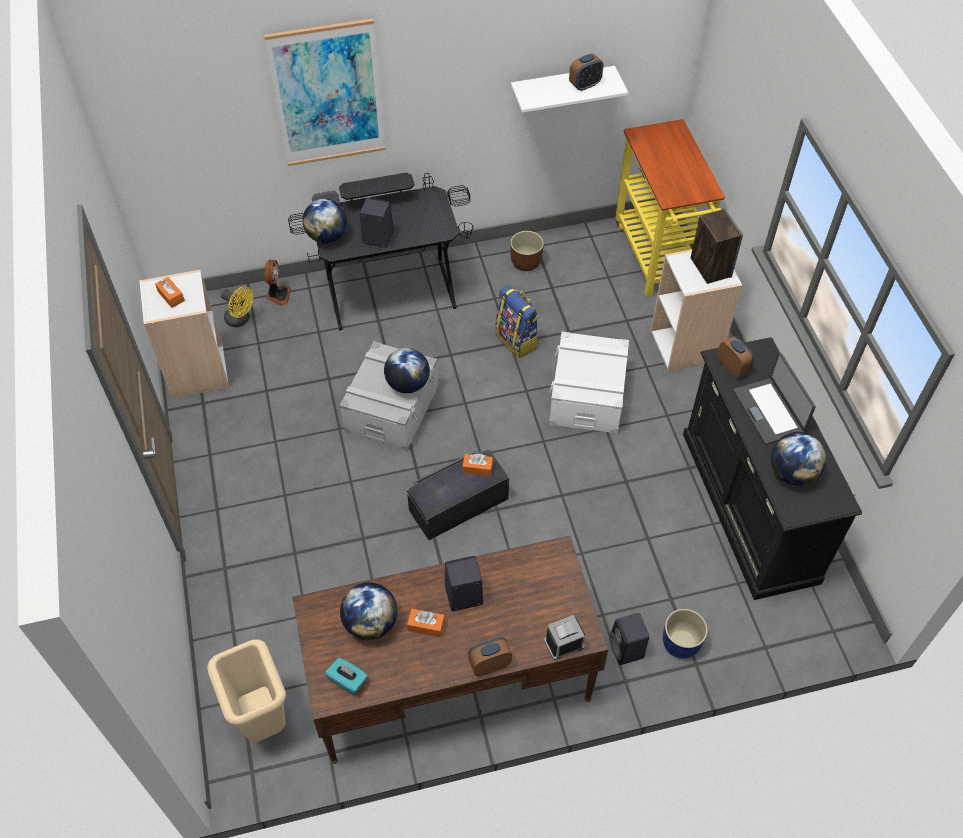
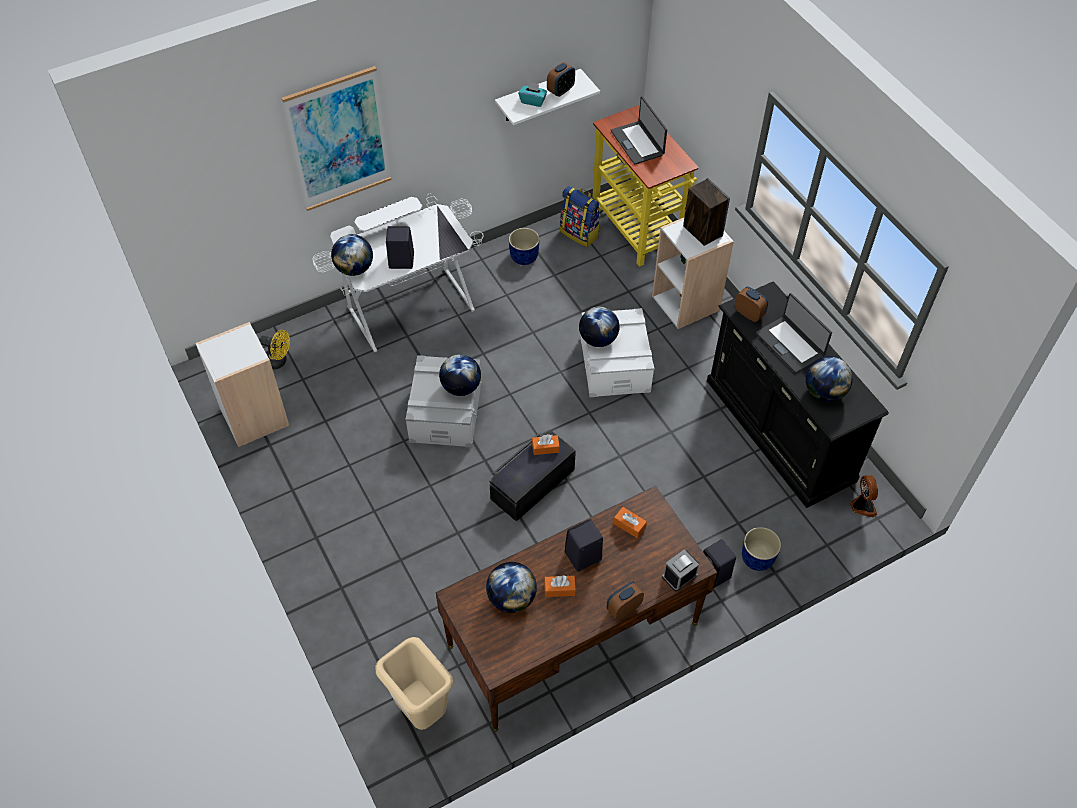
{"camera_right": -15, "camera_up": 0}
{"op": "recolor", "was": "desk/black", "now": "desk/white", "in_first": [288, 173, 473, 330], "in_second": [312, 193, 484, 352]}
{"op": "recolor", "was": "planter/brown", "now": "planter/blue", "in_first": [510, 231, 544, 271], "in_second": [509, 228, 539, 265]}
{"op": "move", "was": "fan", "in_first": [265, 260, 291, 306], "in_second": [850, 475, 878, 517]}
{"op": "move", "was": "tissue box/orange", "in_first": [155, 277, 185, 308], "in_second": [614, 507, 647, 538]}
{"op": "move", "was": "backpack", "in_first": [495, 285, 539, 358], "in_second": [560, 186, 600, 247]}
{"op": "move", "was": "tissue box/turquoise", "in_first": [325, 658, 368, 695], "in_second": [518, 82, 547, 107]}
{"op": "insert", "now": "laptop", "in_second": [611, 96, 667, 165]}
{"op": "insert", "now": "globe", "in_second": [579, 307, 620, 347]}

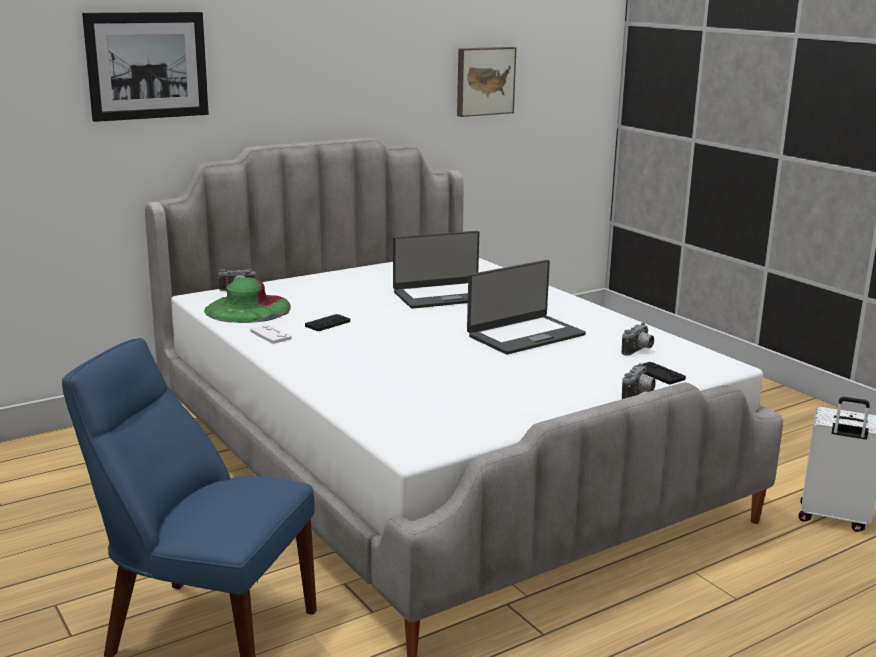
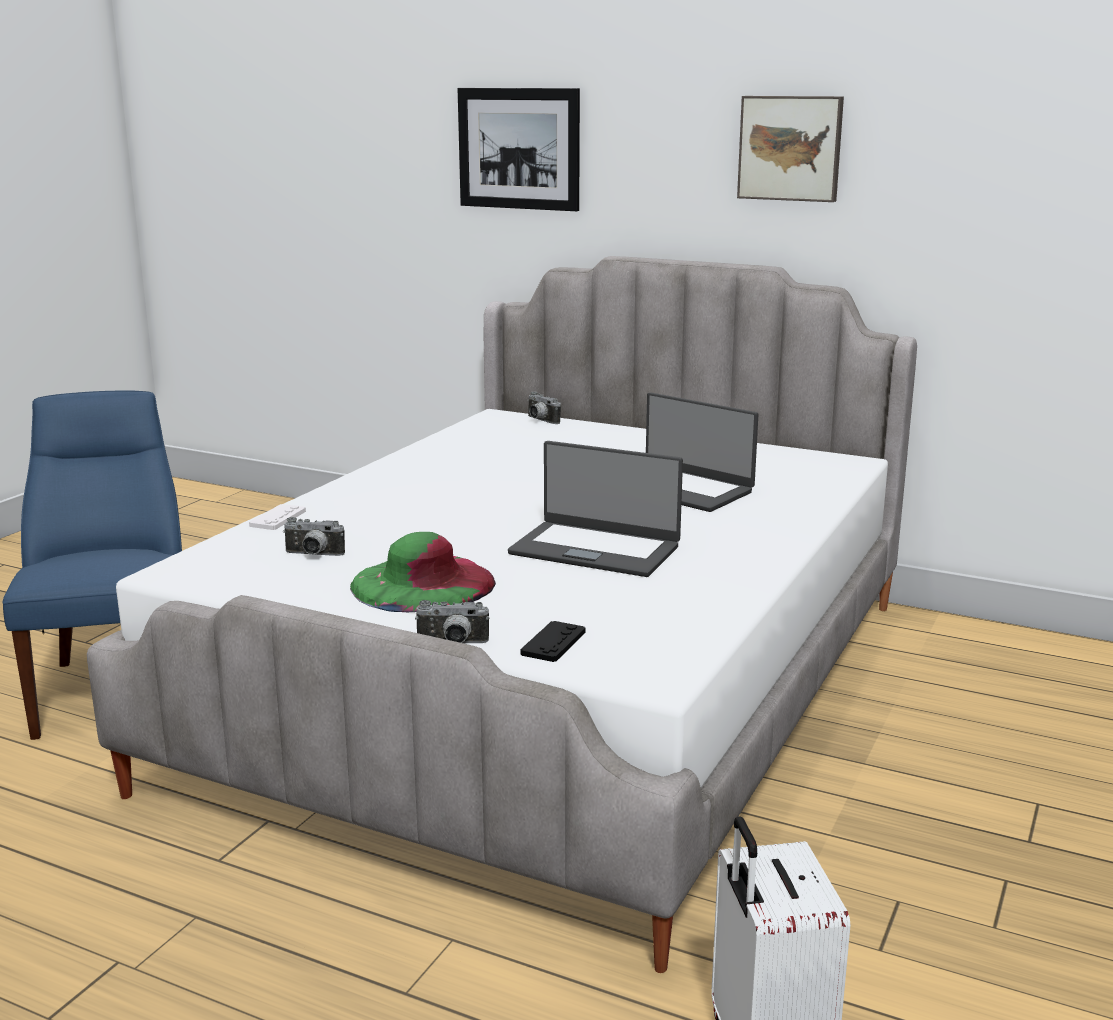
{"camera_right": 60, "camera_up": 0}
{"op": "move", "was": "picture", "in_first": [457, 47, 517, 117], "in_second": [737, 96, 844, 202]}
{"op": "move", "was": "hat/green", "in_first": [204, 277, 291, 323], "in_second": [350, 532, 496, 612]}
{"op": "delete", "was": "game controller/black", "in_first": [305, 314, 350, 331]}
{"op": "move", "was": "photo camera", "in_first": [622, 323, 654, 356], "in_second": [283, 517, 345, 556]}
{"op": "move", "was": "game controller/white", "in_first": [250, 325, 292, 344], "in_second": [249, 504, 306, 530]}

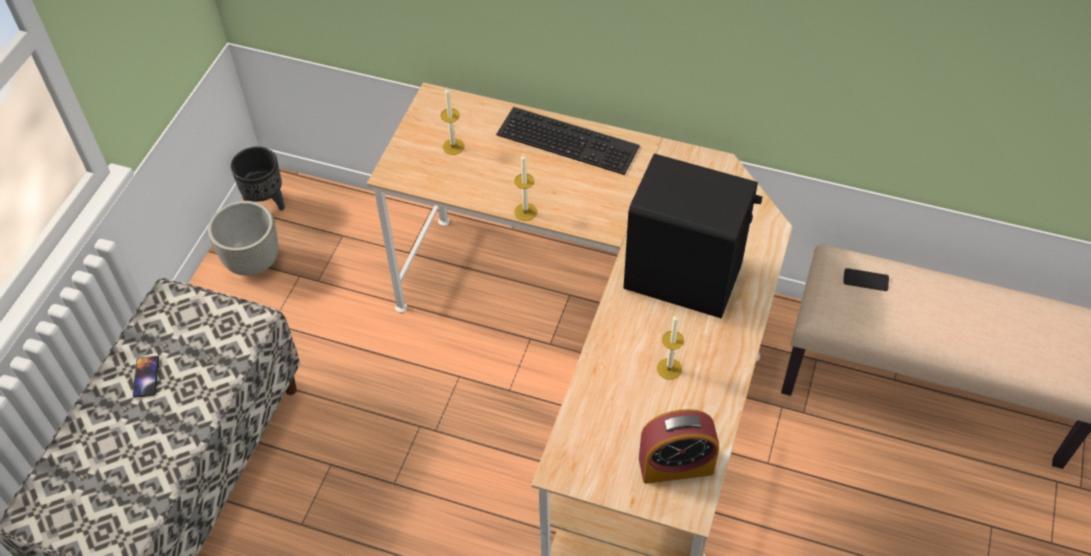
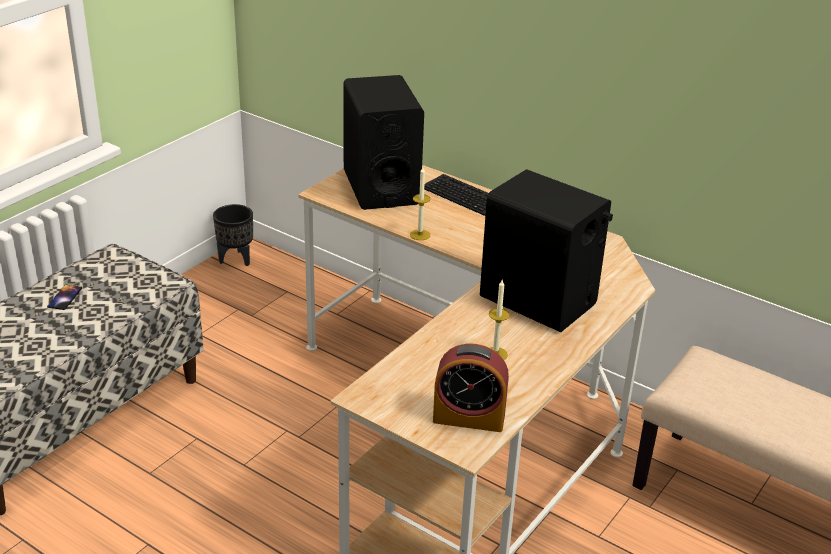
{"camera_right": 15, "camera_up": -20}
{"op": "replace", "was": "candle", "now": "speaker/black", "in_first": [441, 88, 464, 155], "in_second": [343, 75, 424, 210]}
{"op": "delete", "was": "planter/grey", "in_first": [208, 201, 278, 276]}
{"op": "delete", "was": "phone", "in_first": [843, 268, 889, 291]}

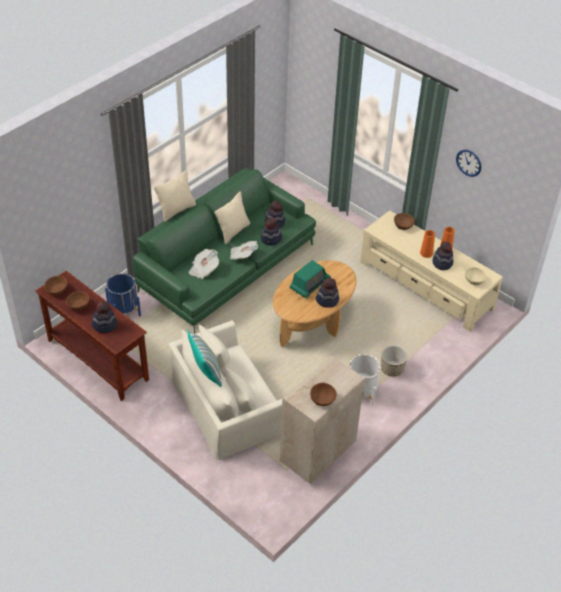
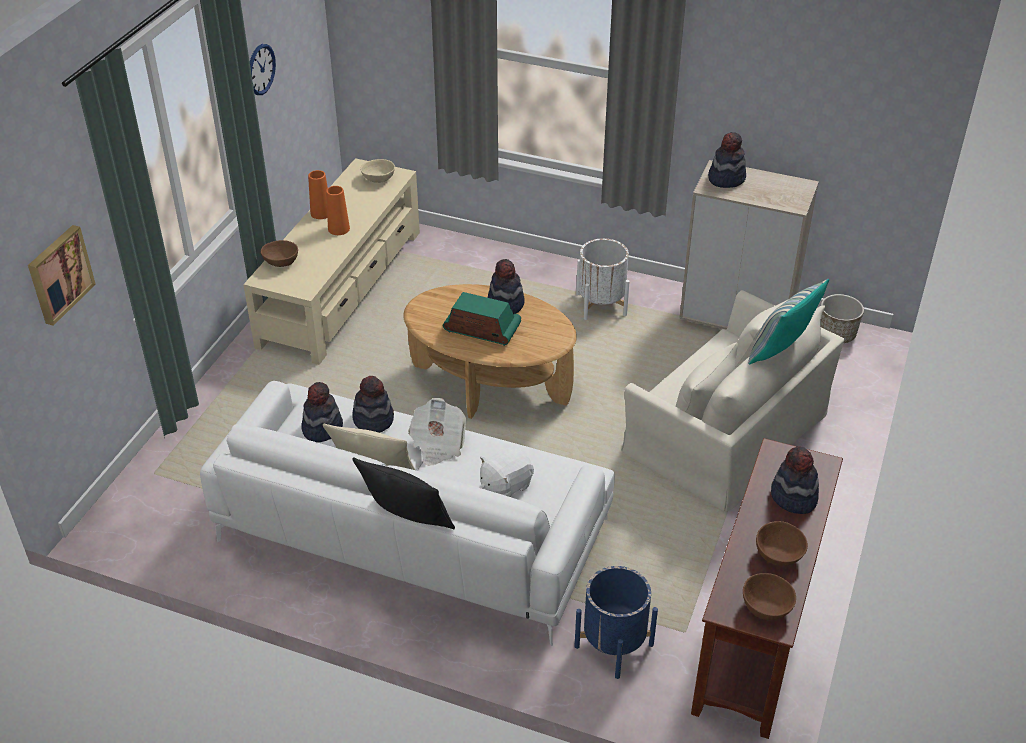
{"camera_right": -110, "camera_up": -5}
{"op": "recolor", "was": "sofa/green", "now": "sofa/white", "in_first": [133, 168, 316, 334], "in_second": [200, 381, 615, 646]}
{"op": "recolor", "was": "pillow/beige", "now": "pillow/black", "in_first": [154, 170, 196, 222], "in_second": [352, 458, 455, 529]}
{"op": "move", "was": "hat", "in_first": [432, 241, 453, 270], "in_second": [708, 132, 746, 188]}
{"op": "replace", "was": "newspaper", "now": "plush toy/white", "in_first": [189, 249, 219, 279], "in_second": [480, 447, 534, 497]}
{"op": "move", "was": "planter", "in_first": [381, 345, 407, 377], "in_second": [821, 294, 864, 343]}
{"op": "delete", "was": "bowl/brown", "in_first": [310, 383, 337, 406]}
{"op": "insert", "now": "picture", "in_second": [28, 225, 96, 326]}

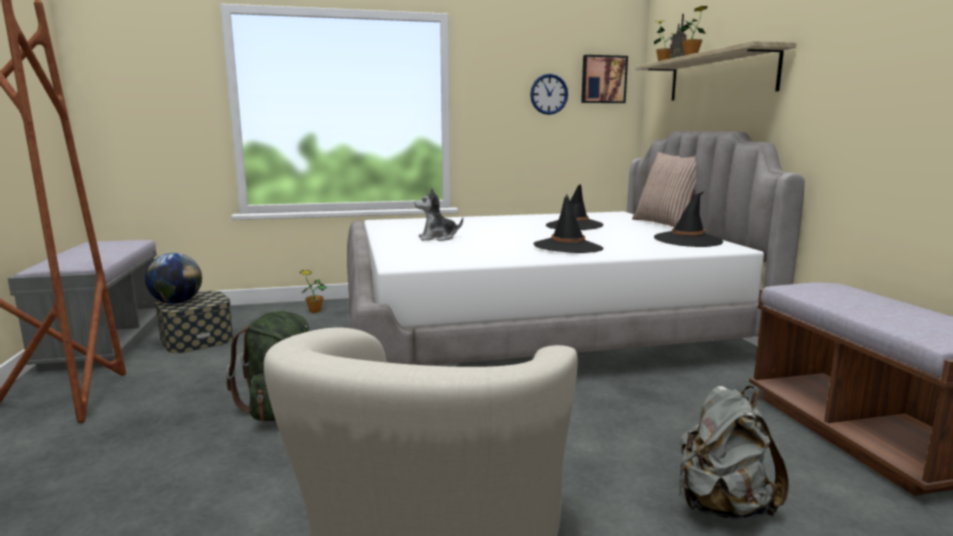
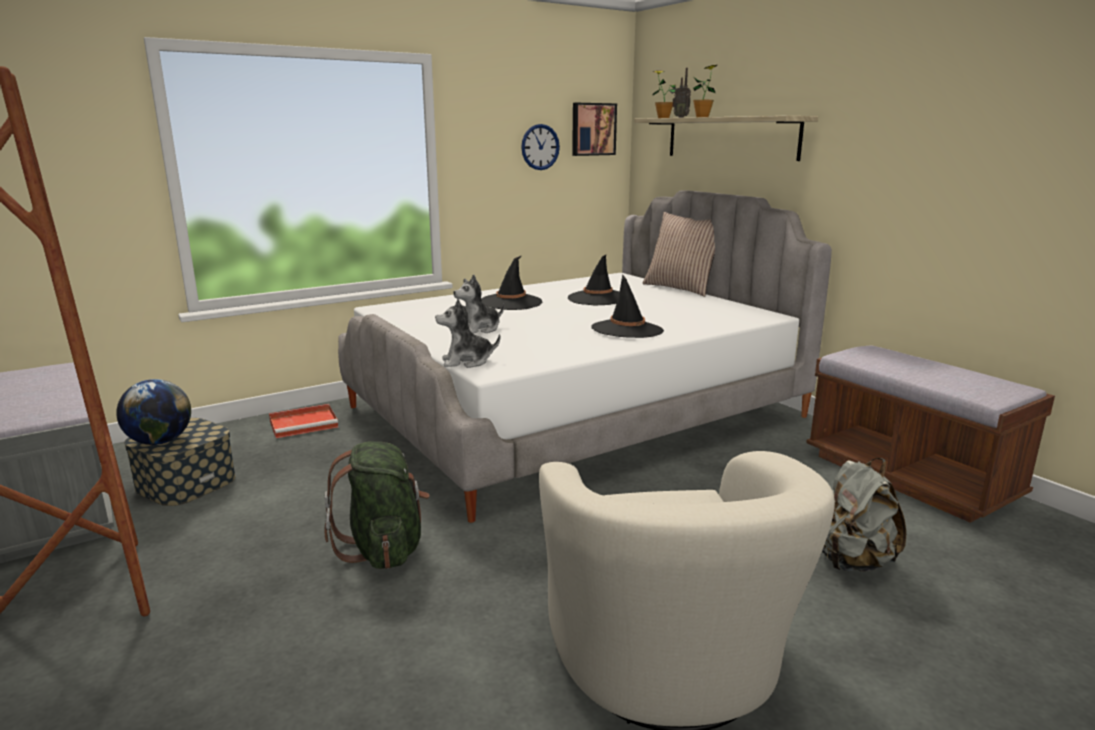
{"camera_right": -20, "camera_up": 5}
{"op": "move", "was": "hat/black", "in_first": [654, 192, 723, 247], "in_second": [482, 256, 542, 310]}
{"op": "replace", "was": "potted plant", "now": "tray/red", "in_first": [299, 270, 327, 313], "in_second": [269, 404, 338, 438]}
{"op": "insert", "now": "plush toy", "in_second": [435, 299, 500, 368]}

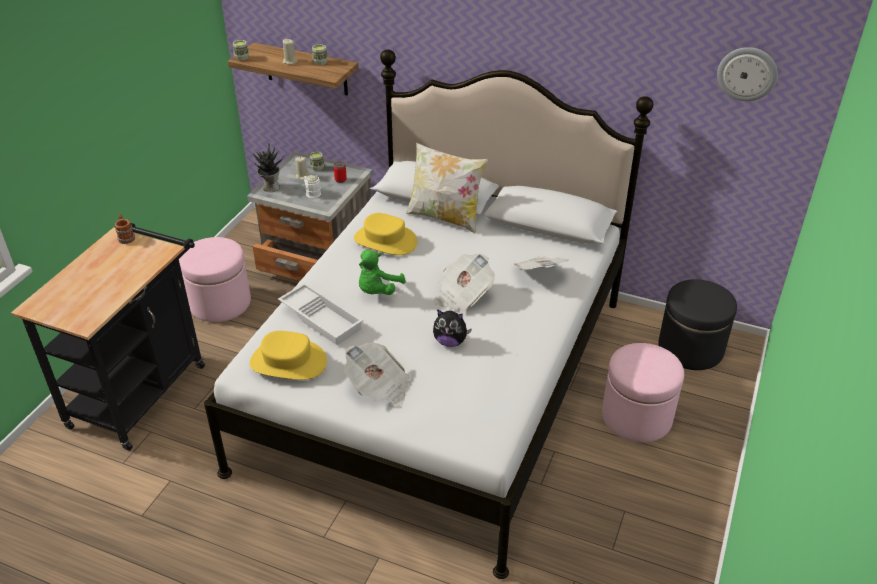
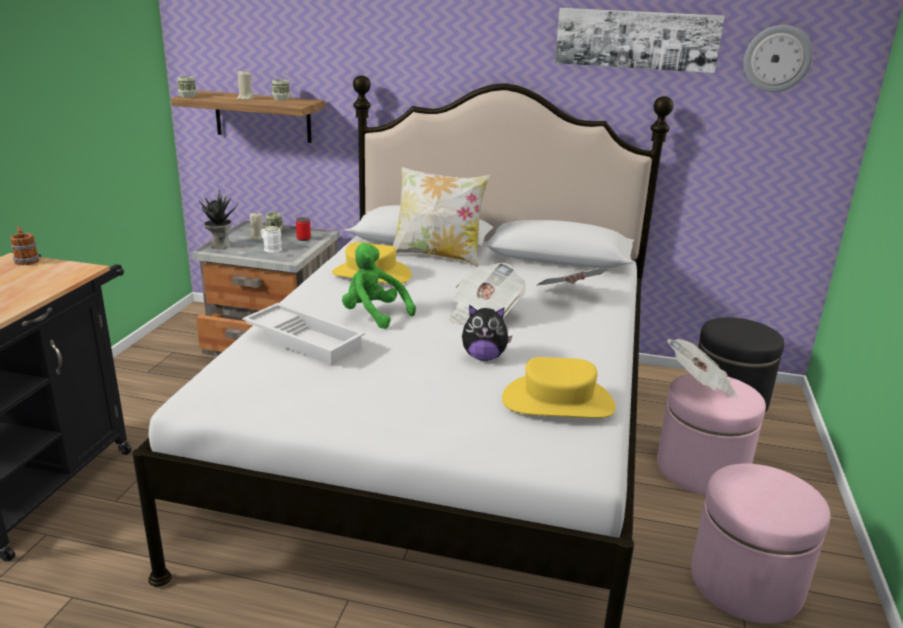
{"camera_right": -10, "camera_up": -15}
{"op": "move", "was": "ottoman/pink", "in_first": [179, 237, 251, 322], "in_second": [691, 463, 830, 624]}
{"op": "rotate", "was": "plush toy/green", "in_first": [359, 250, 406, 295], "in_second": [342, 243, 416, 329], "clockwise": 105}
{"op": "move", "was": "hat/yellow", "in_first": [250, 331, 327, 380], "in_second": [502, 357, 616, 418]}
{"op": "move", "was": "newspaper", "in_first": [344, 342, 410, 406], "in_second": [667, 339, 738, 397]}
{"op": "insert", "now": "picture", "in_second": [555, 8, 725, 73]}

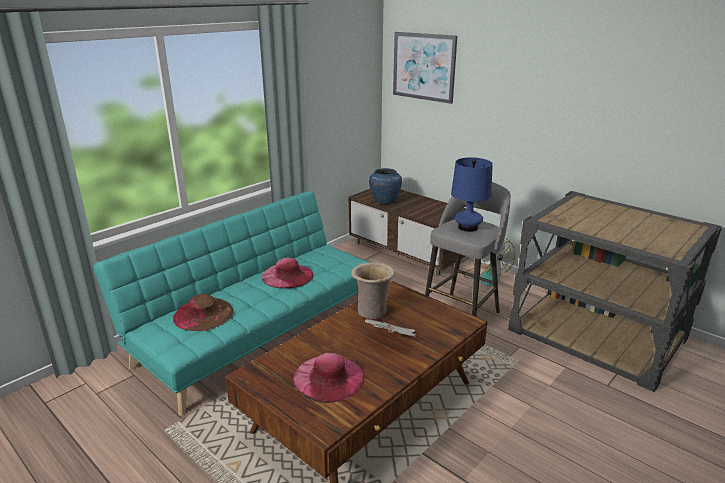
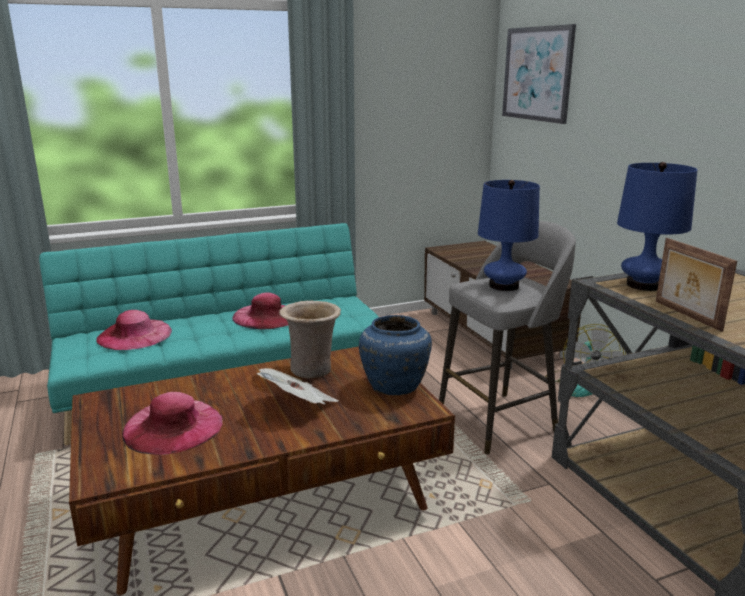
{"camera_right": 25, "camera_up": -5}
{"op": "move", "was": "vase/blue", "in_first": [369, 168, 402, 204], "in_second": [359, 315, 432, 395]}
{"op": "recolor", "was": "hat/brown", "now": "hat/pink", "in_first": [173, 294, 233, 331], "in_second": [96, 310, 172, 350]}
{"op": "insert", "now": "table lamp/blue", "in_second": [617, 162, 697, 291]}
{"op": "insert", "now": "picture frame", "in_second": [656, 238, 737, 332]}

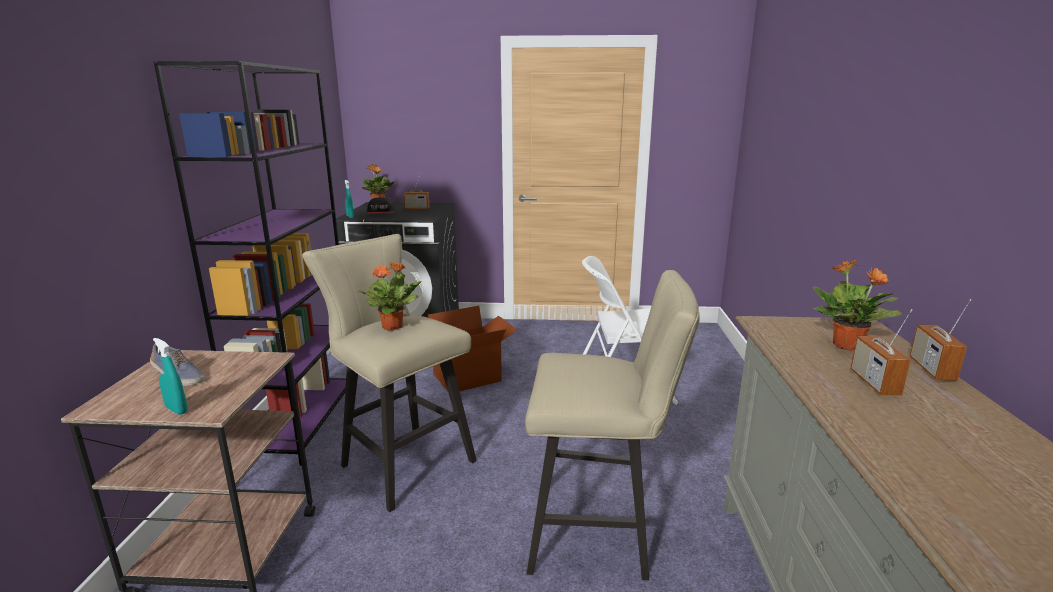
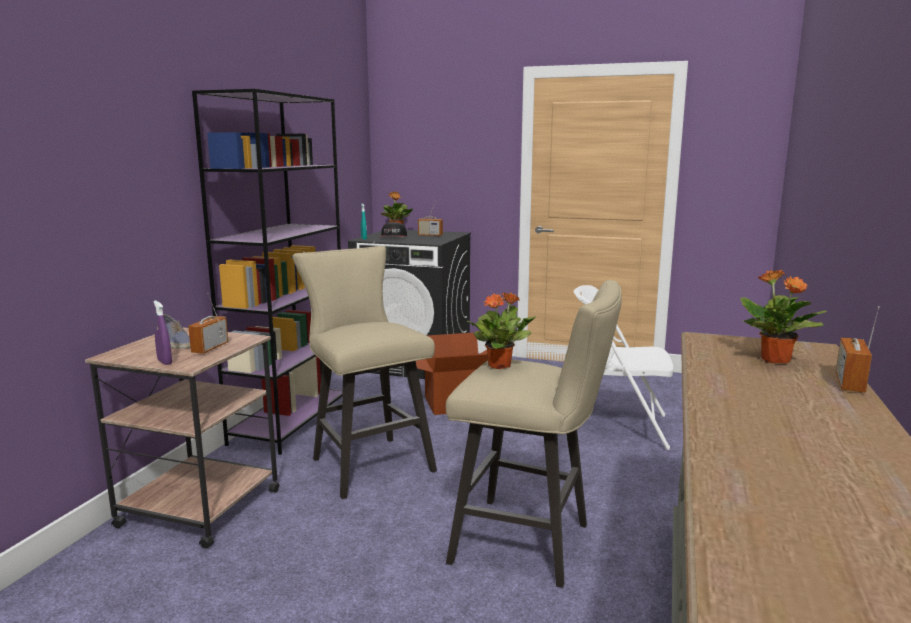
{"camera_right": 15, "camera_up": -5}
{"op": "move", "was": "potted plant", "in_first": [358, 262, 422, 331], "in_second": [467, 292, 536, 369]}
{"op": "move", "was": "radio", "in_first": [850, 309, 913, 395], "in_second": [188, 293, 228, 354]}
{"op": "recolor", "was": "spray bottle/turquoise", "now": "spray bottle/purple", "in_first": [153, 338, 187, 415], "in_second": [154, 301, 172, 365]}

